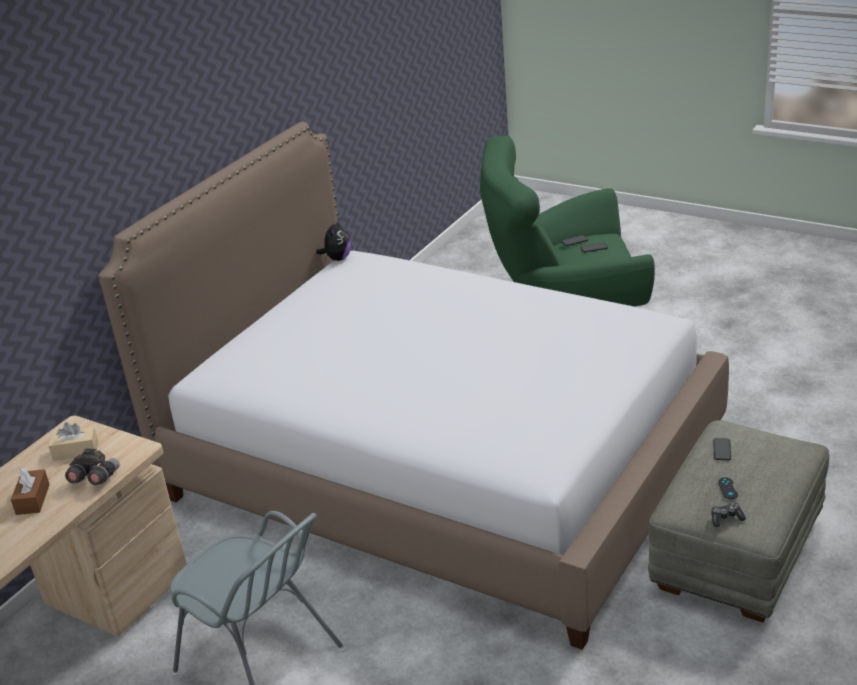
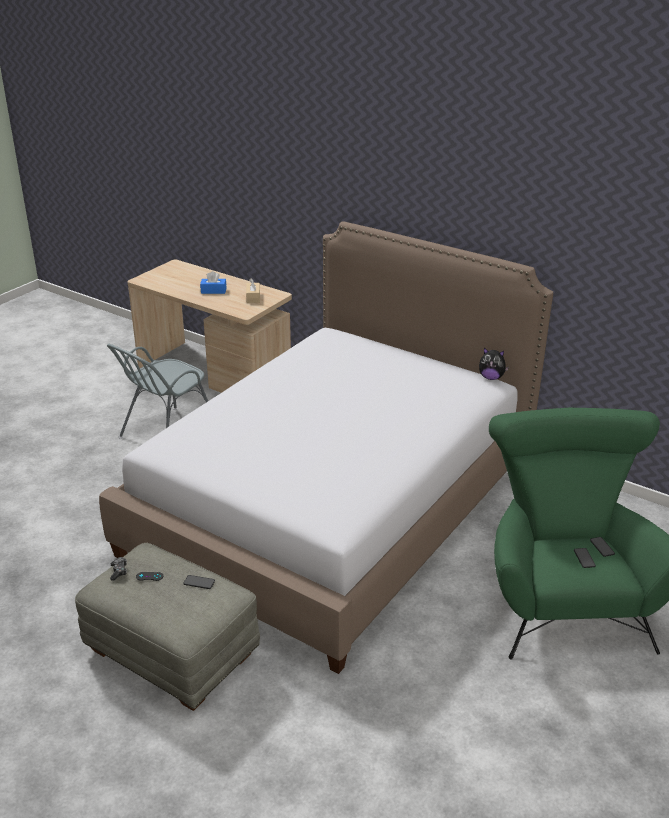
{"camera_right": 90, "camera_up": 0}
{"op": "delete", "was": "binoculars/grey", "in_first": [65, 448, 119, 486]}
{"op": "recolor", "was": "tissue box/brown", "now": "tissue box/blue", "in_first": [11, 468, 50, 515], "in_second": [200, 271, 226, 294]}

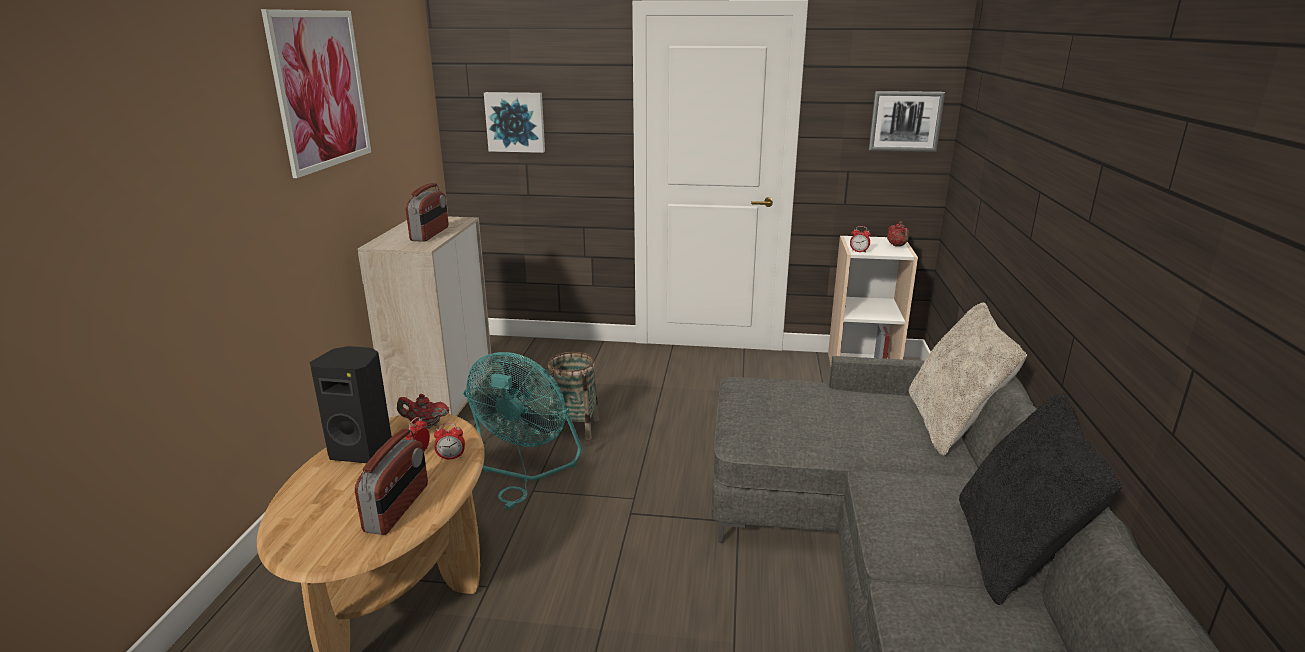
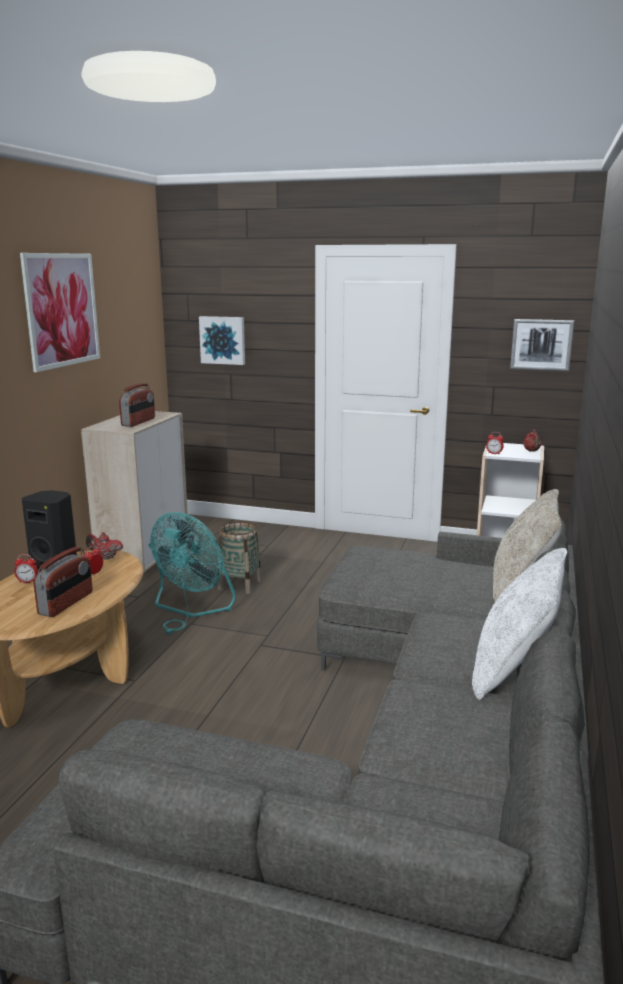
{"camera_right": 10, "camera_up": -5}
{"op": "recolor", "was": "pillow/black", "now": "pillow/white", "in_first": [959, 393, 1123, 605], "in_second": [472, 548, 568, 700]}
{"op": "move", "was": "alarm clock", "in_first": [434, 423, 465, 460], "in_second": [14, 554, 38, 583]}

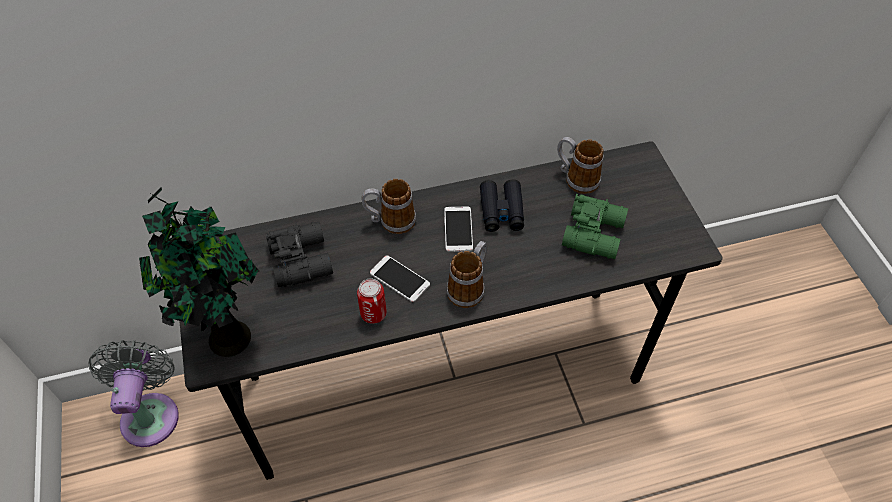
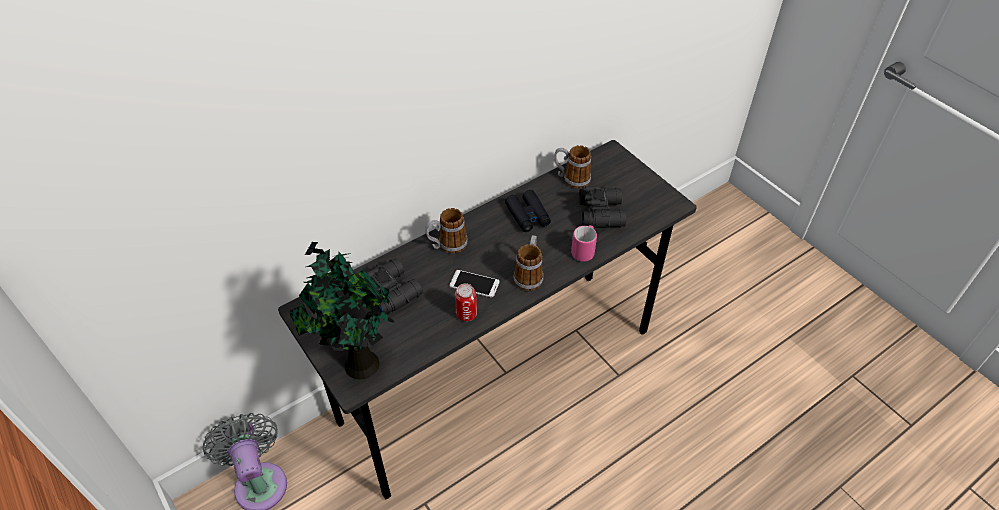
{"camera_right": -20, "camera_up": -5}
{"op": "recolor", "was": "binoculars/green", "now": "binoculars/black", "in_first": [562, 194, 628, 259], "in_second": [579, 186, 626, 228]}
{"op": "delete", "was": "phone", "in_first": [444, 206, 473, 252]}
{"op": "insert", "now": "mug/pink", "in_second": [571, 225, 597, 262]}

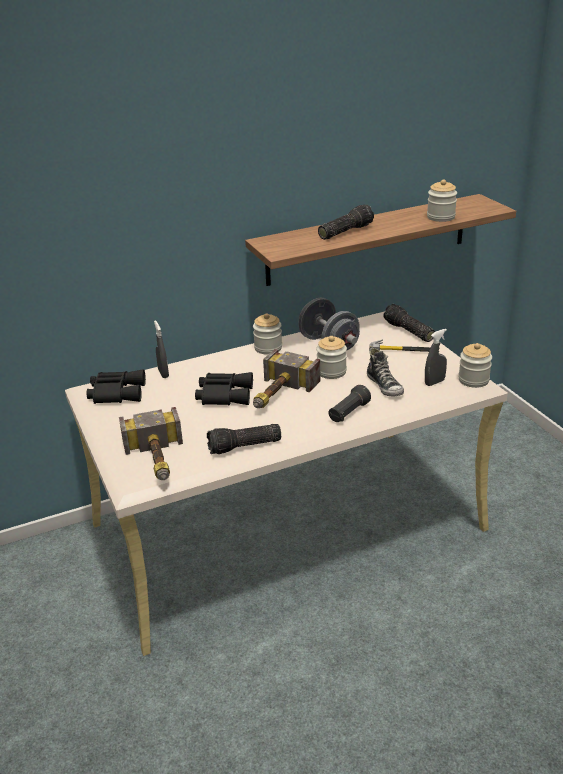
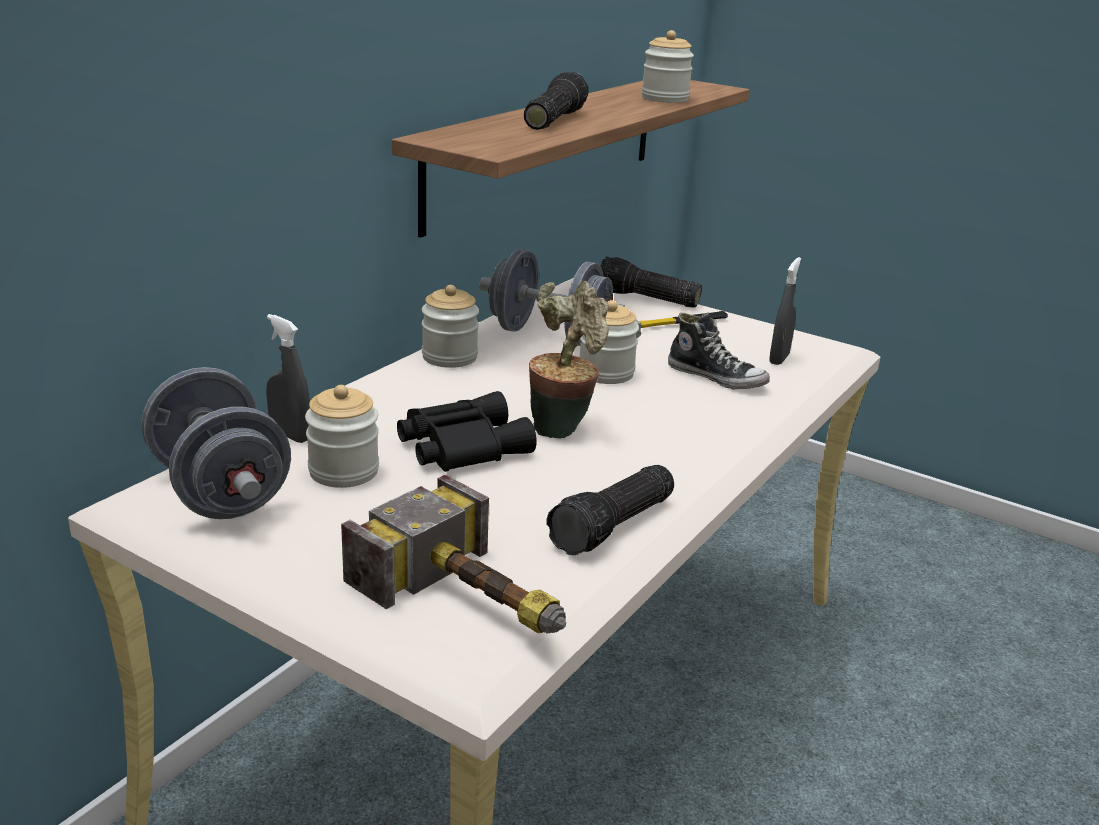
{"camera_right": -35, "camera_up": -5}
{"op": "move", "was": "jar", "in_first": [458, 343, 492, 388], "in_second": [305, 385, 379, 488]}
{"op": "replace", "was": "hammer", "now": "potted plant", "in_first": [253, 349, 320, 408], "in_second": [529, 281, 609, 438]}
{"op": "replace", "was": "binoculars/black", "now": "dumbbell/grey", "in_first": [86, 369, 146, 404], "in_second": [142, 367, 291, 519]}
{"op": "delete", "was": "flashlight/black", "in_first": [329, 385, 371, 422]}

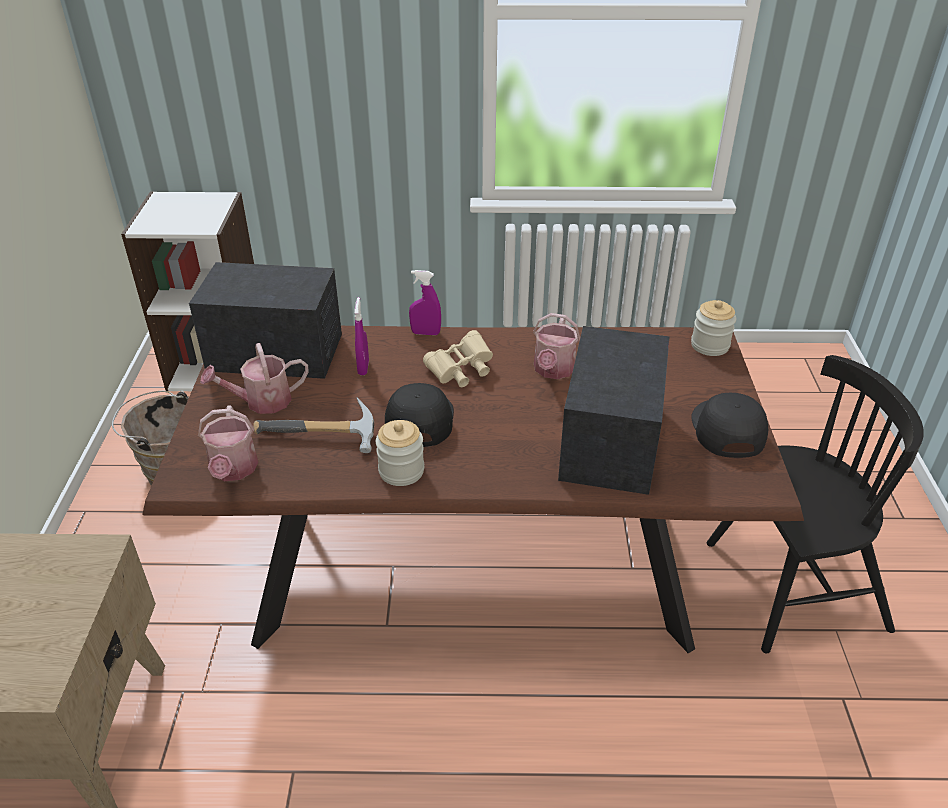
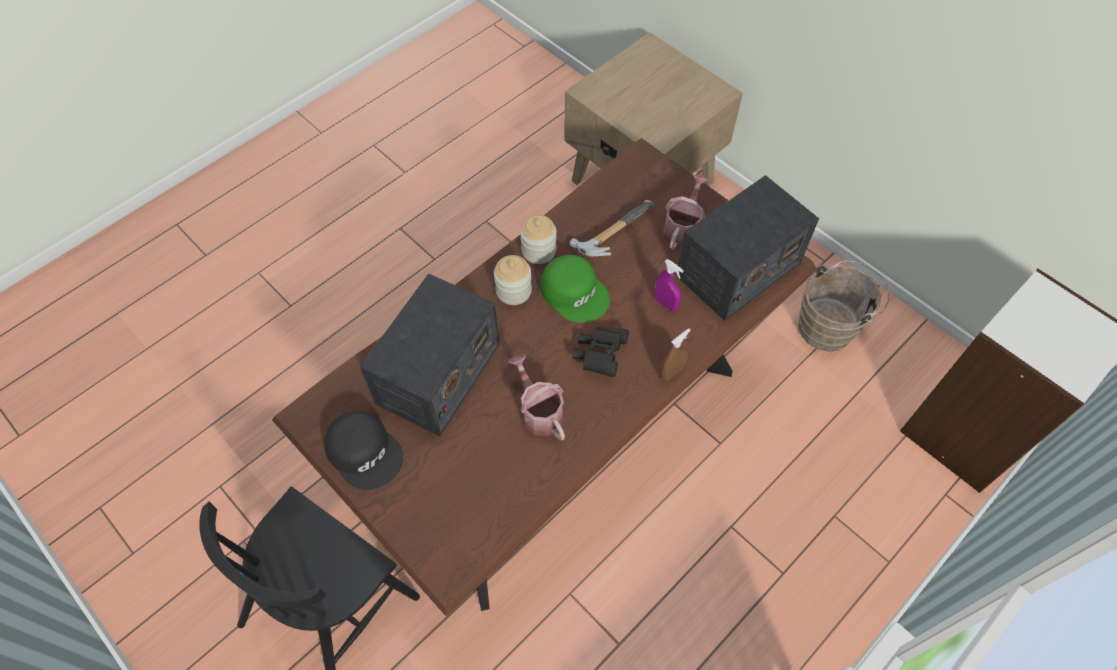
{"camera_right": 135, "camera_up": 20}
{"op": "recolor", "was": "spray bottle/purple", "now": "spray bottle/brown", "in_first": [409, 270, 441, 335], "in_second": [660, 329, 691, 381]}
{"op": "move", "was": "jar", "in_first": [691, 300, 736, 356], "in_second": [494, 255, 532, 305]}
{"op": "rotate", "was": "radio", "in_first": [558, 326, 670, 495], "in_second": [360, 273, 500, 437], "clockwise": 60}
{"op": "recolor", "was": "binoculars/beige", "now": "binoculars/black", "in_first": [423, 330, 493, 387], "in_second": [572, 327, 629, 377]}
{"op": "recolor", "was": "cap/black", "now": "cap/green", "in_first": [385, 383, 454, 447], "in_second": [541, 255, 610, 323]}
{"op": "delete", "was": "watering can", "in_first": [198, 405, 259, 481]}

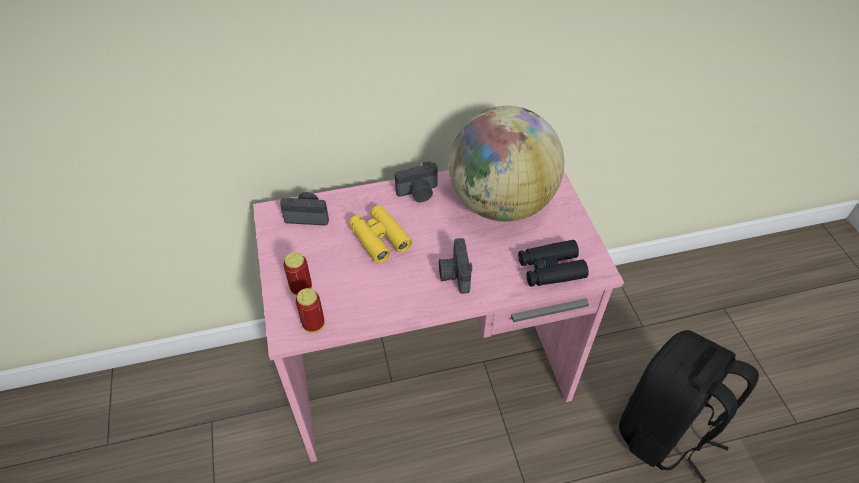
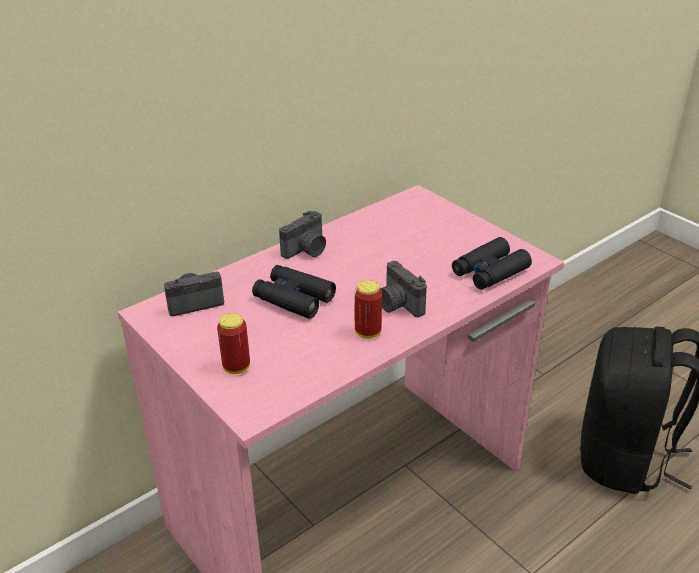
{"camera_right": -25, "camera_up": -15}
{"op": "delete", "was": "globe", "in_first": [448, 106, 564, 222]}
{"op": "recolor", "was": "binoculars/yellow", "now": "binoculars/black", "in_first": [349, 205, 412, 264], "in_second": [252, 265, 336, 319]}
{"op": "move", "was": "can", "in_first": [296, 288, 325, 333], "in_second": [354, 280, 382, 339]}

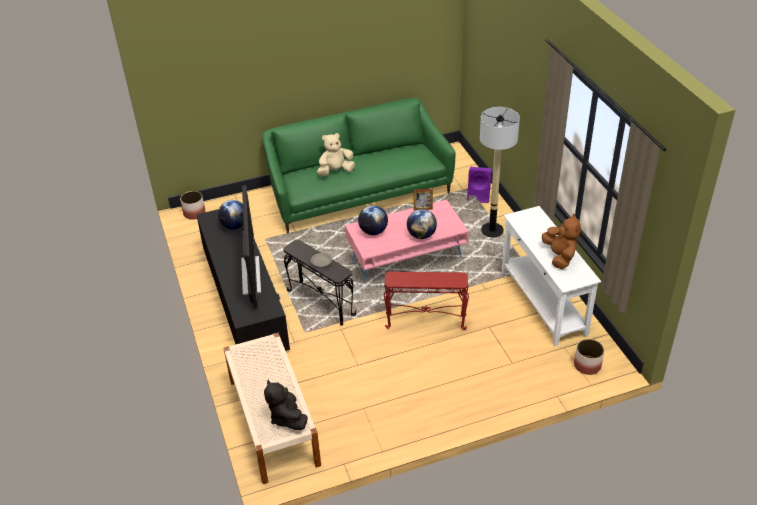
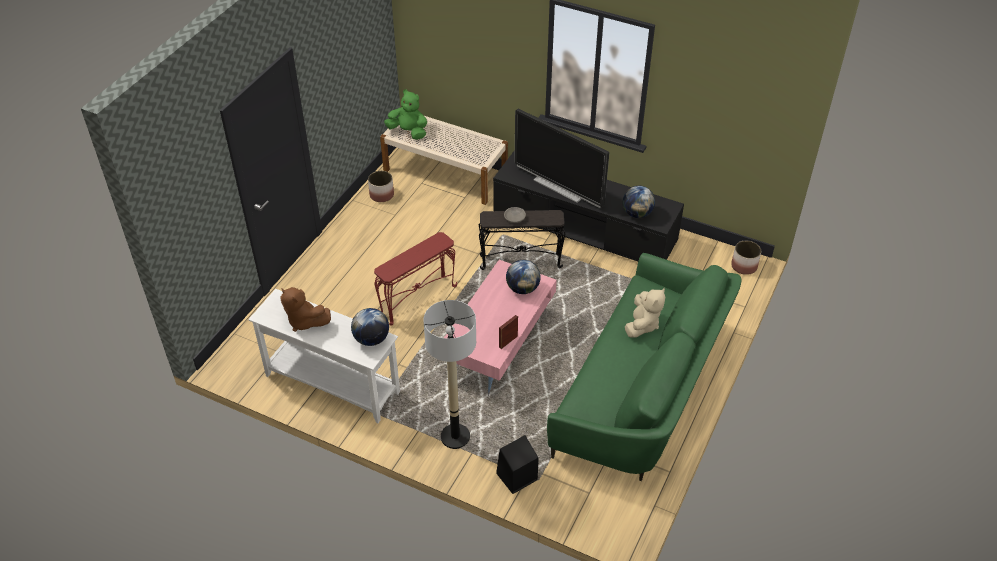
{"camera_right": 135, "camera_up": 5}
{"op": "recolor", "was": "speaker/purple", "now": "speaker/black", "in_first": [467, 167, 492, 203], "in_second": [496, 435, 539, 494]}
{"op": "move", "was": "globe", "in_first": [407, 209, 437, 239], "in_second": [351, 308, 389, 346]}
{"op": "move", "was": "planter", "in_first": [574, 339, 604, 375], "in_second": [368, 171, 394, 202]}
{"op": "recolor", "was": "plush toy/black", "now": "plush toy/green", "in_first": [264, 380, 308, 430], "in_second": [384, 89, 427, 140]}

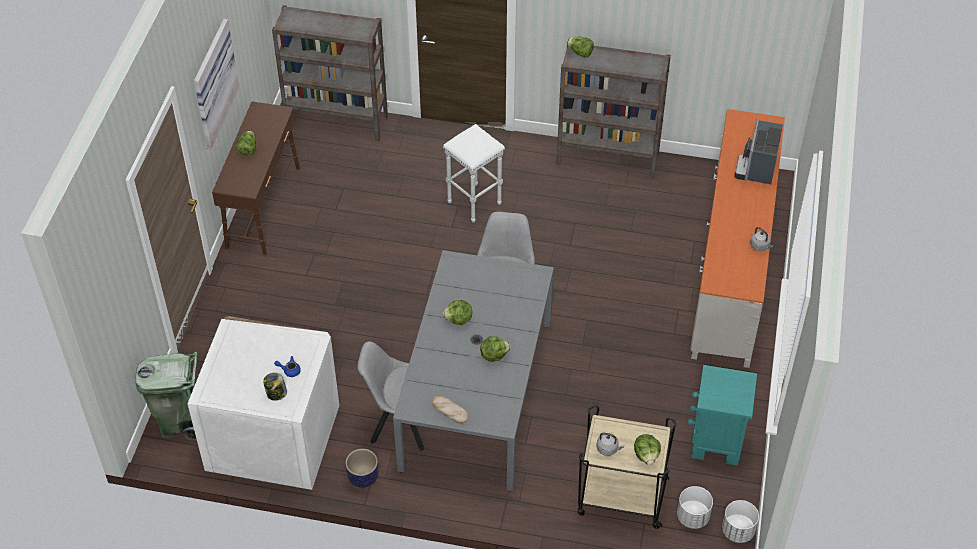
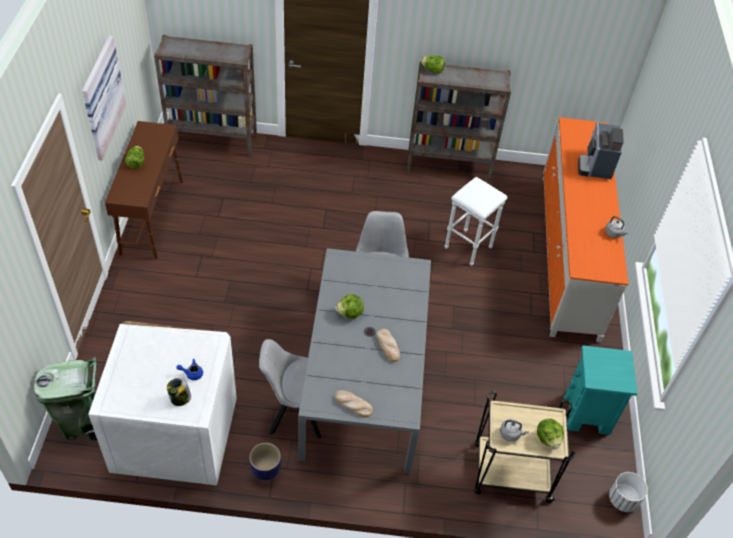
{"camera_right": -10, "camera_up": 0}
{"op": "move", "was": "stool/white", "in_first": [443, 124, 505, 222], "in_second": [445, 177, 508, 266]}
{"op": "replace", "was": "lettuce", "now": "bread", "in_first": [480, 336, 511, 362], "in_second": [376, 329, 400, 362]}
{"op": "delete", "was": "planter/white", "in_first": [677, 486, 713, 529]}

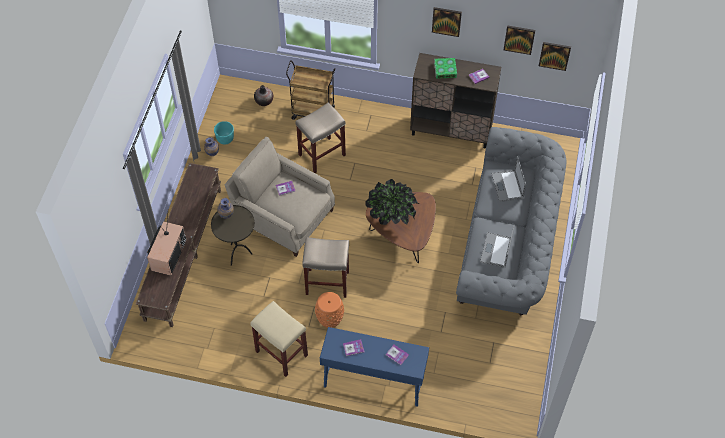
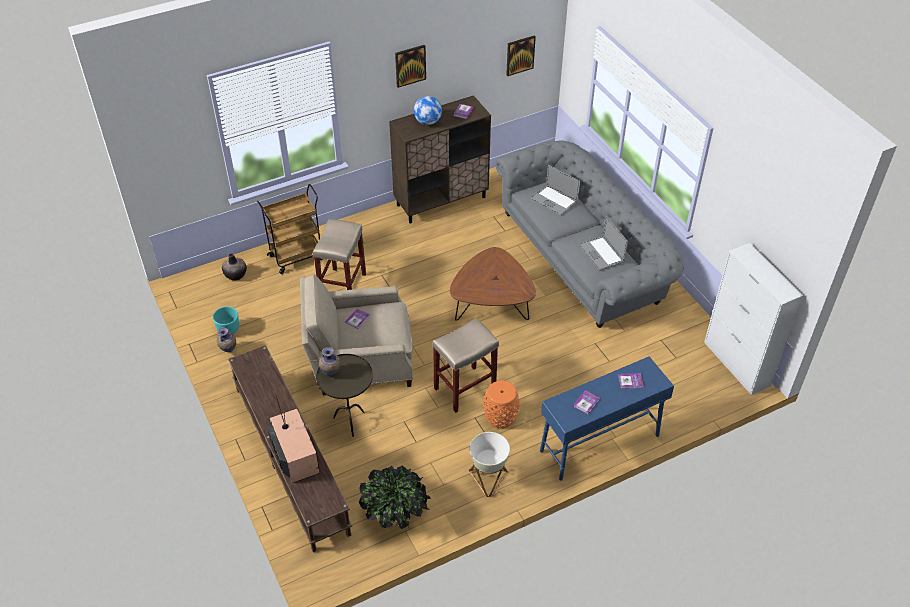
{"camera_right": -40, "camera_up": -10}
{"op": "delete", "was": "picture", "in_first": [504, 25, 535, 55]}
{"op": "replace", "was": "book", "now": "globe", "in_first": [434, 58, 457, 79], "in_second": [414, 96, 442, 125]}
{"op": "move", "was": "potted plant", "in_first": [365, 179, 420, 225], "in_second": [359, 466, 431, 529]}
{"op": "replace", "was": "stool/beige", "now": "planter", "in_first": [250, 301, 308, 377], "in_second": [469, 432, 510, 497]}
{"op": "insert", "now": "cabinet/white", "in_second": [704, 243, 804, 395]}

